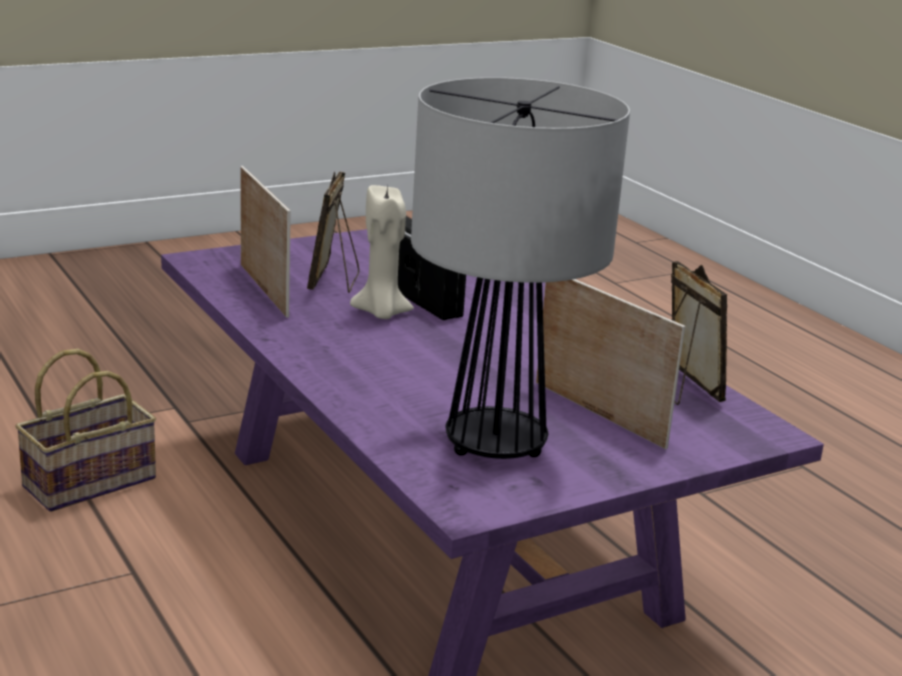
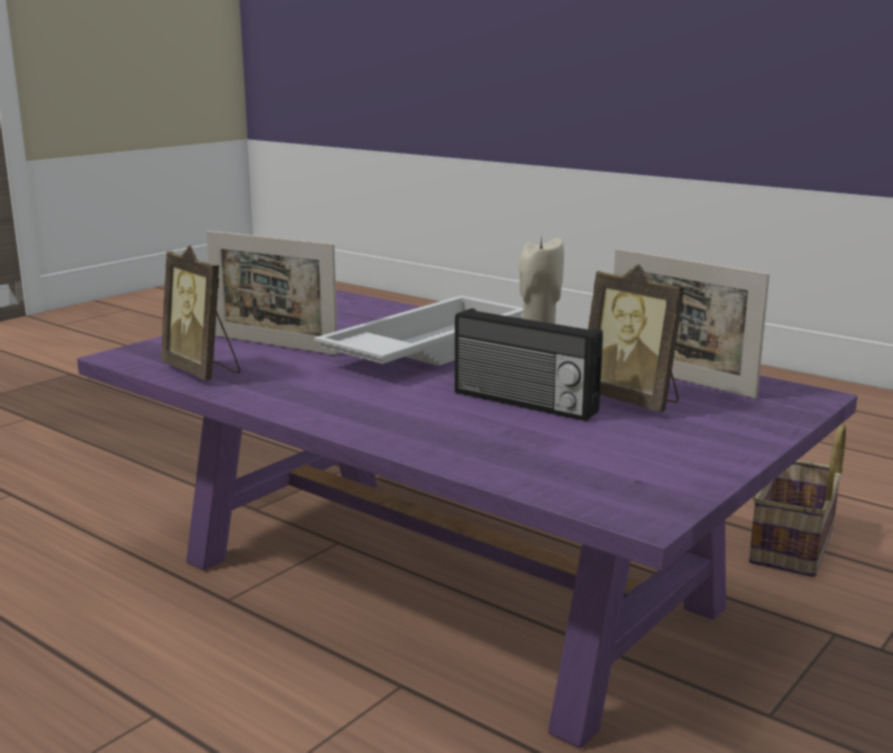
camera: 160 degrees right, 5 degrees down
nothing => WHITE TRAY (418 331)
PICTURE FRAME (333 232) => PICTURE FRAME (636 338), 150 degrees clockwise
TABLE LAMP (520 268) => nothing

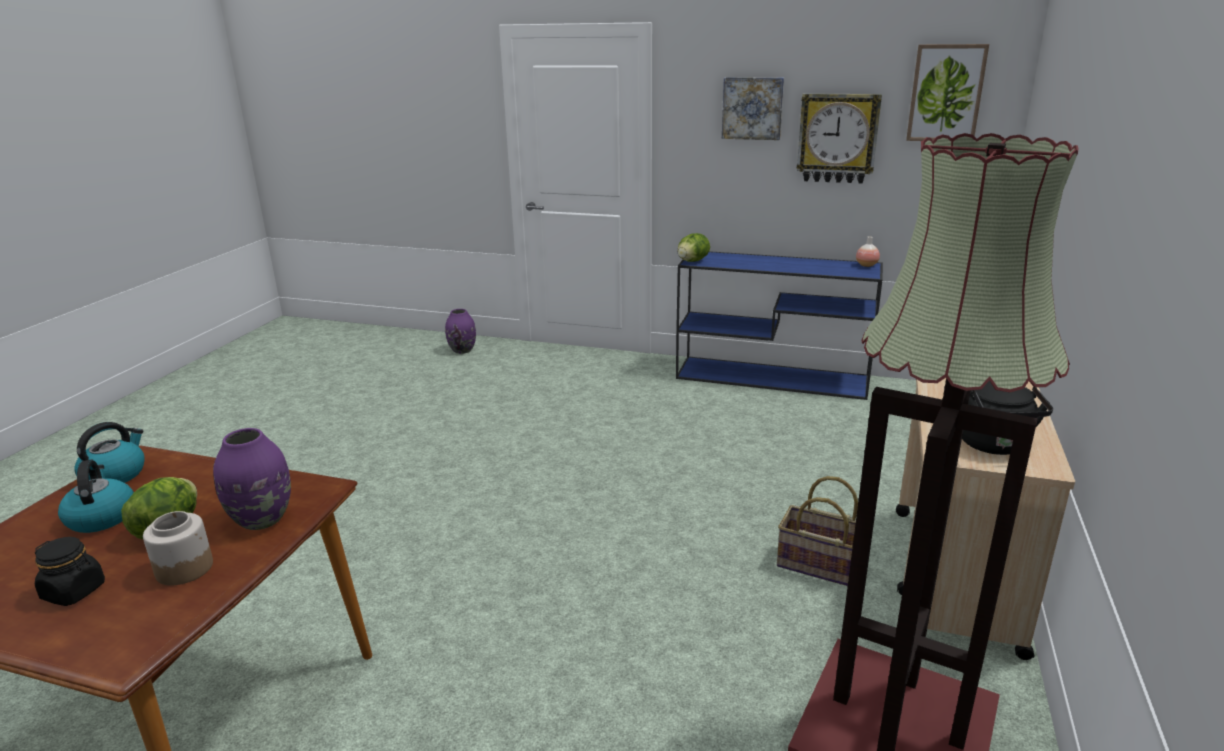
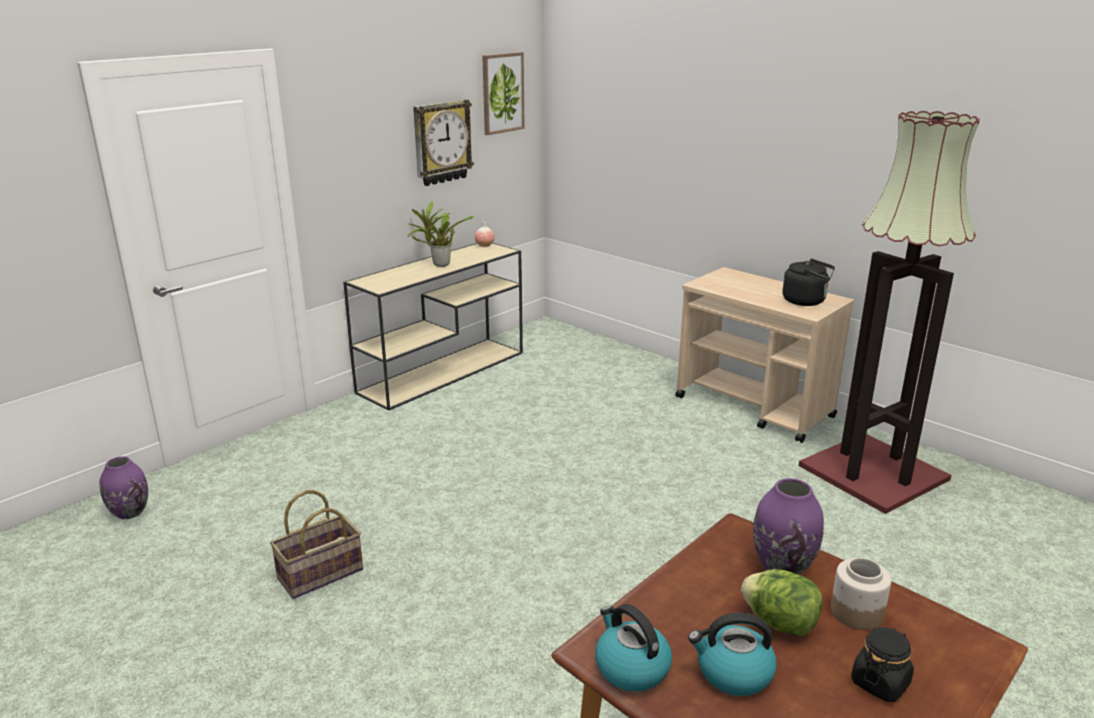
camera: 65 degrees left, 0 degrees up
BASKET (817 531) => BASKET (316 544), moved
BLUE CONSOLE TABLE (779 325) => BEIGE CONSOLE TABLE (433 327)
nothing => POTTED PLANT (440 234)
LETTUCE (693 247) => nothing
PICTURE (753 108) => nothing

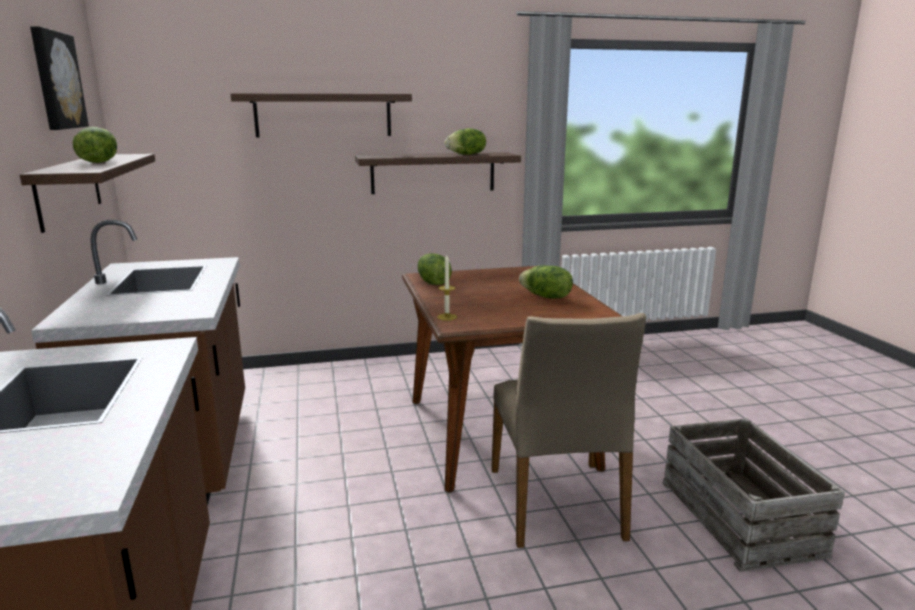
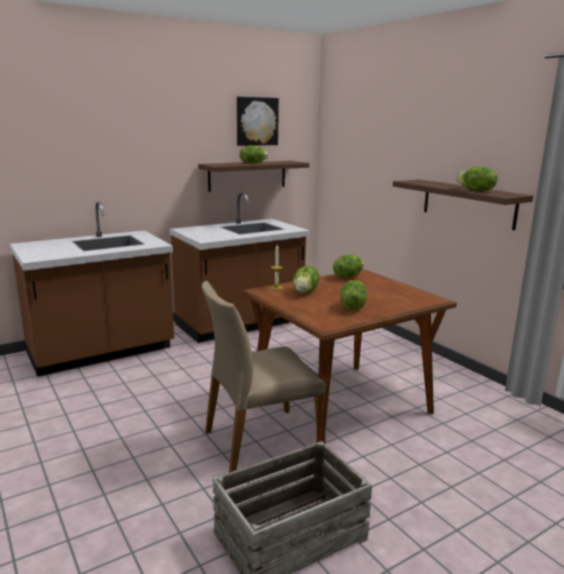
camera: 70 degrees right, 0 degrees up
nothing => LETTUCE (306 279)
SHELF (321 116) => nothing

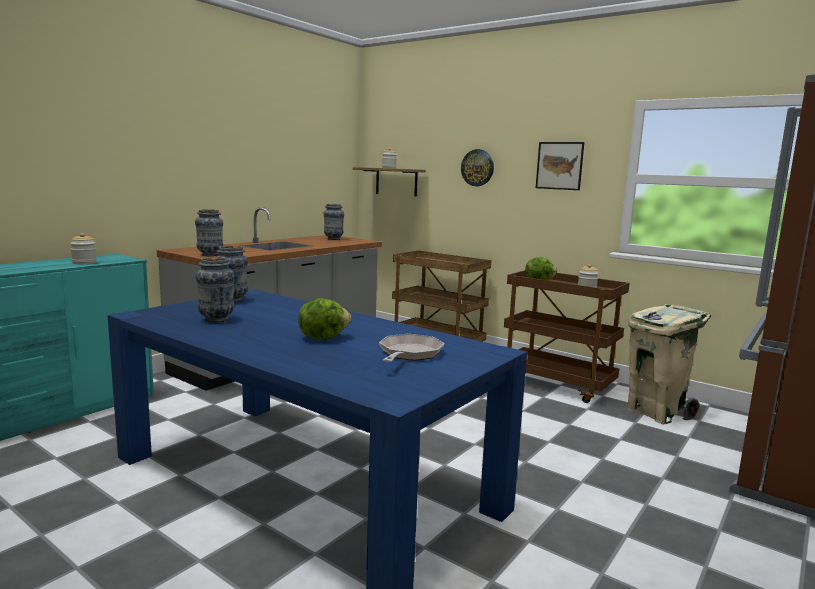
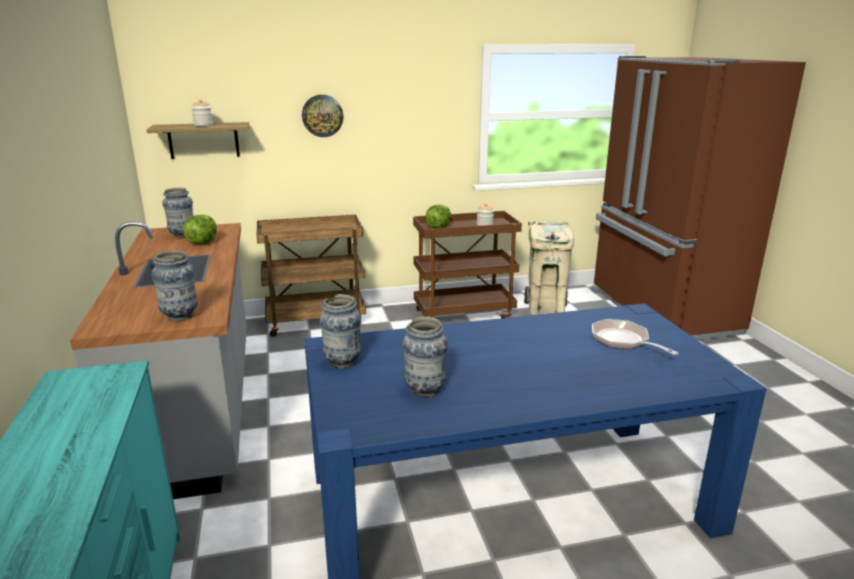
camera: 50 degrees left, 10 degrees up
LETTUCE (324 319) => LETTUCE (200 230), moved
JAR (83 248) => nothing
PICTURE (560 166) => nothing

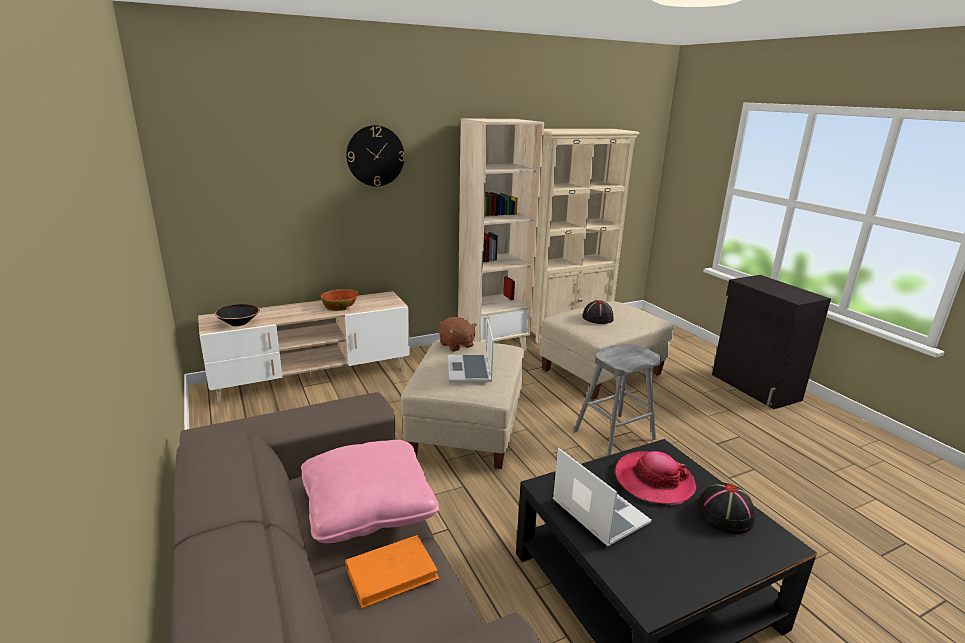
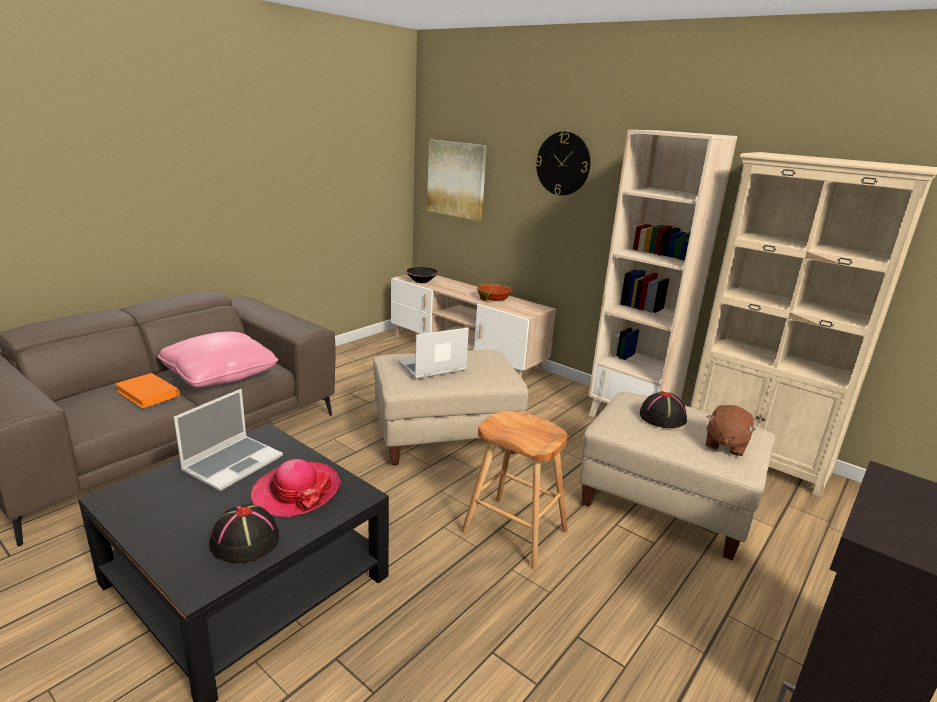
camera: 65 degrees right, 0 degrees up
nothing => PICTURE (457 180)
GREY STOOL (617 400) => BROWN STOOL (515 490)
BROWN PLUSH TOY (457 334) => BROWN PLUSH TOY (731 430), moved

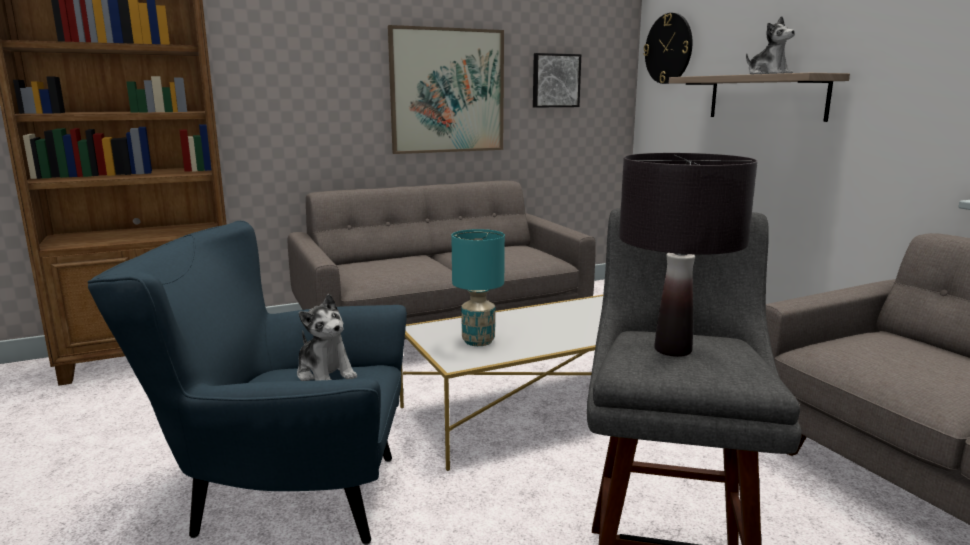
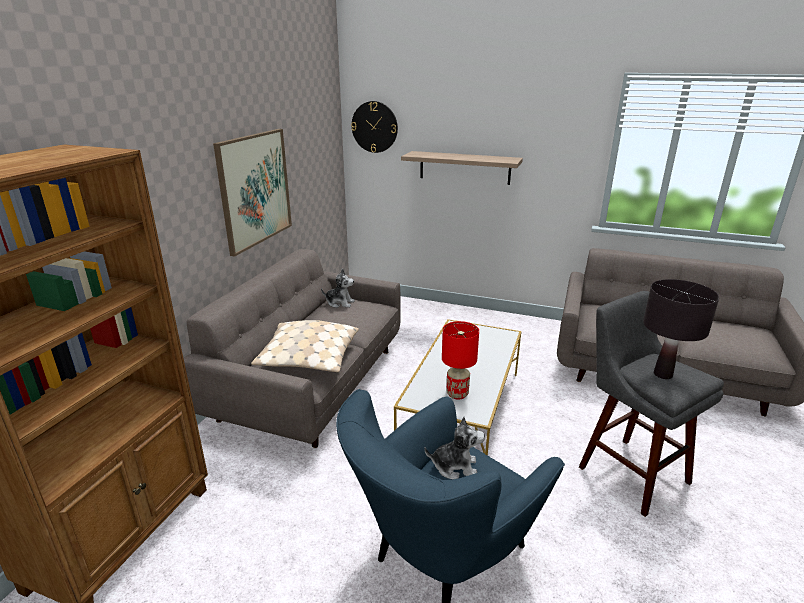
camera: 45 degrees left, 10 degrees up
nothing => BEIGE PILLOW (305 346)
PLUSH TOY (770 45) => PLUSH TOY (338 288), moved
TURQUOISE TABLE LAMP (478 287) => RED TABLE LAMP (460 360)
PICTURE (557 80) => nothing

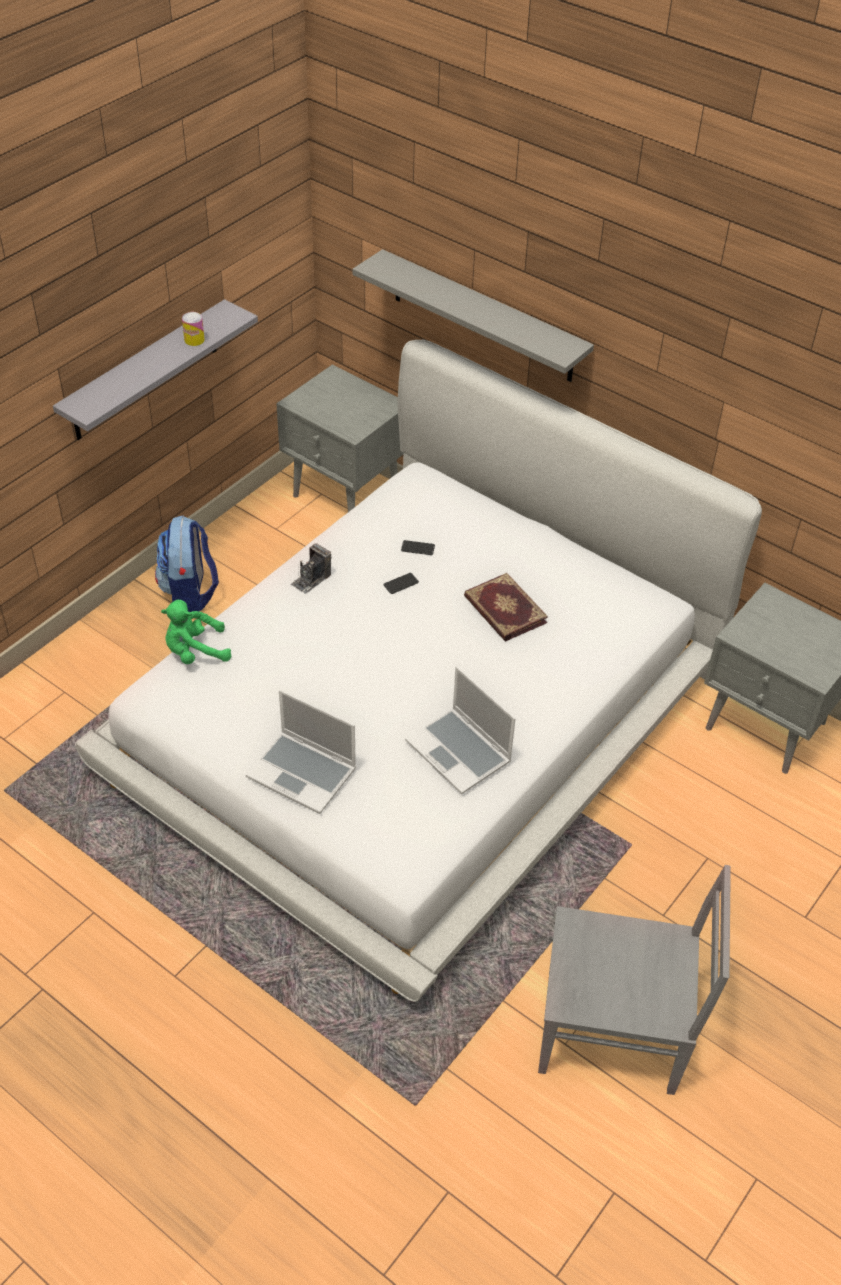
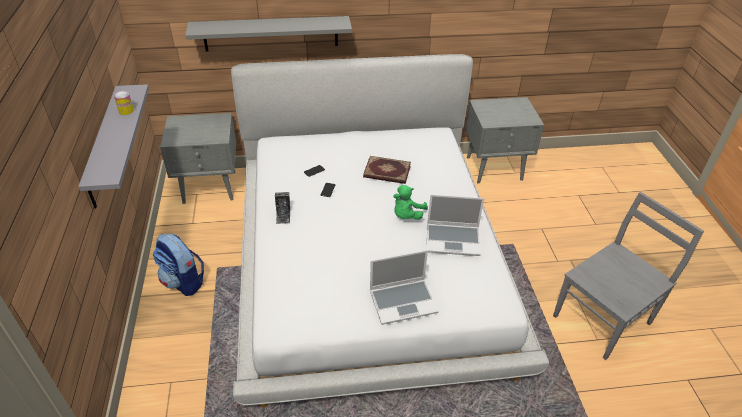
camera: 45 degrees left, 5 degrees down
GREEN PLUSH TOY (196 632) => GREEN PLUSH TOY (410 202), moved

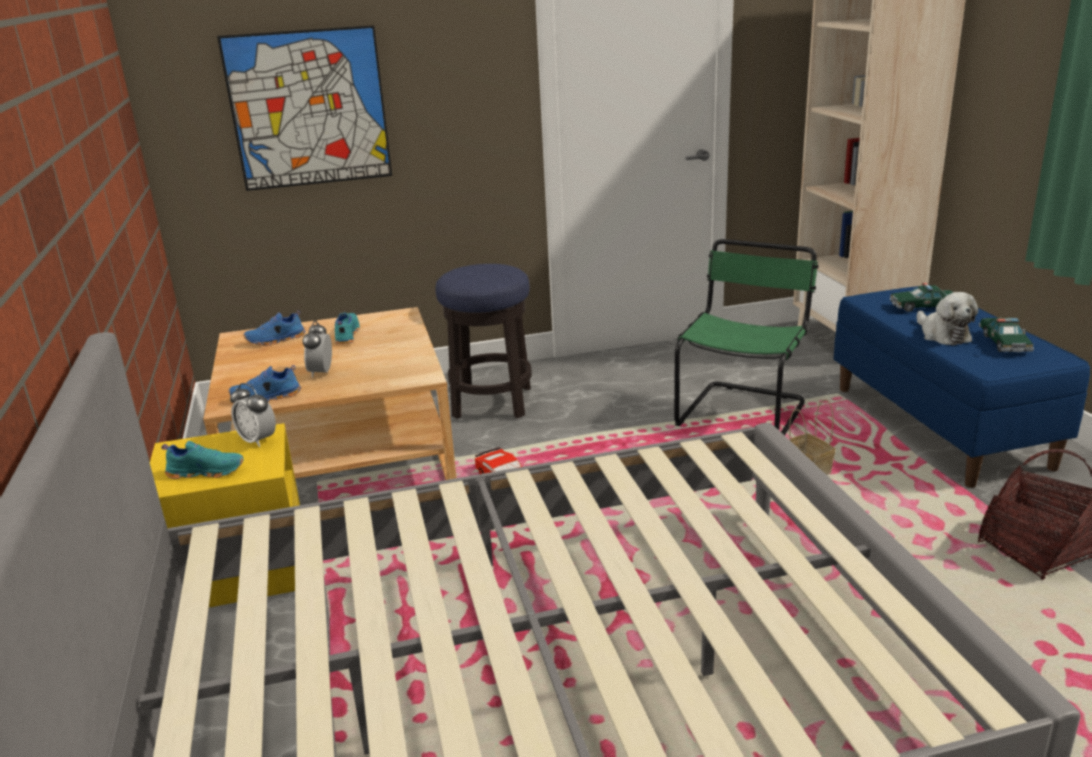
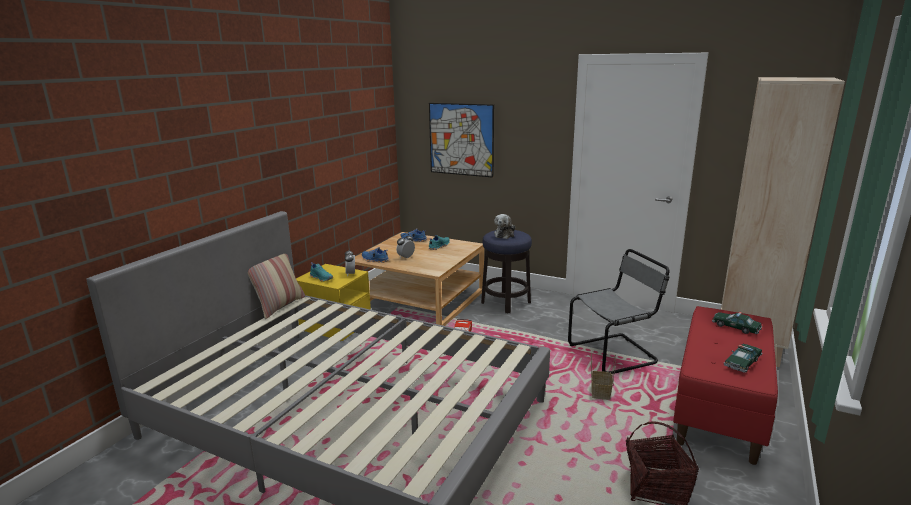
camera: 40 degrees right, 5 degrees down
nothing => PILLOW (276 286)
PLUSH TOY (947 318) => PLUSH TOY (504 226), moved
GREEN CHAIR (746 337) => GREY CHAIR (619 311)
BLUE BENCH (961 386) => RED BENCH (725 385)

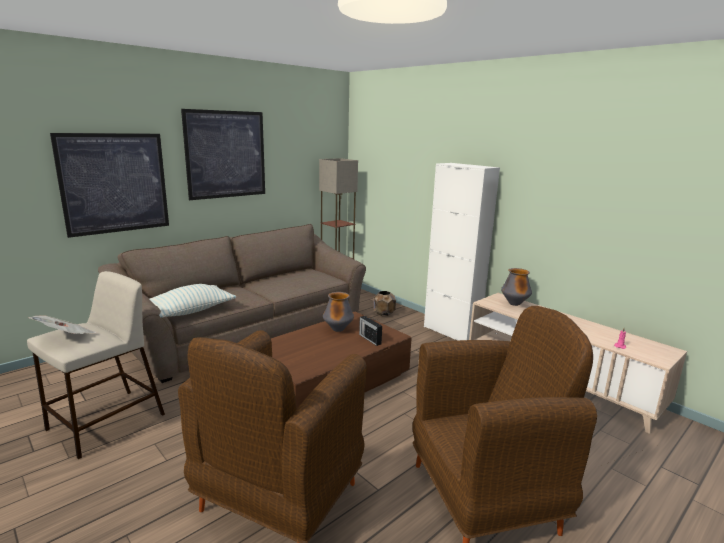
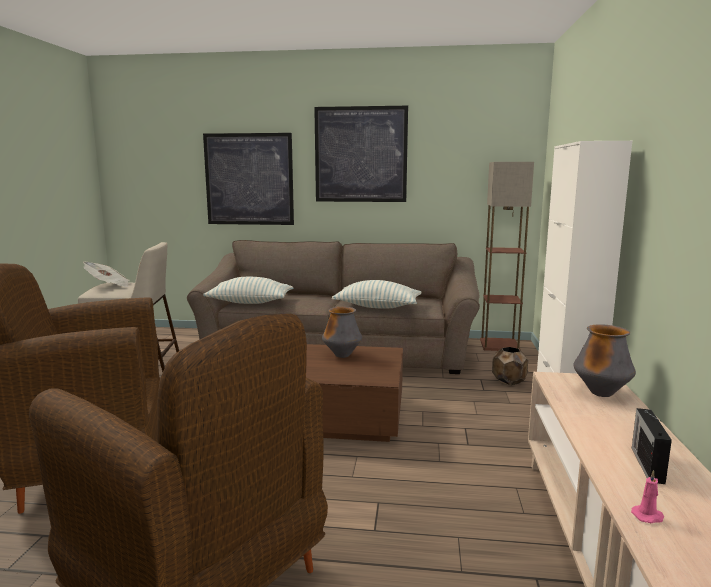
camera: 50 degrees right, 5 degrees down
nothing => PILLOW (376 294)
RADIO (370 331) => RADIO (652 446), moved

